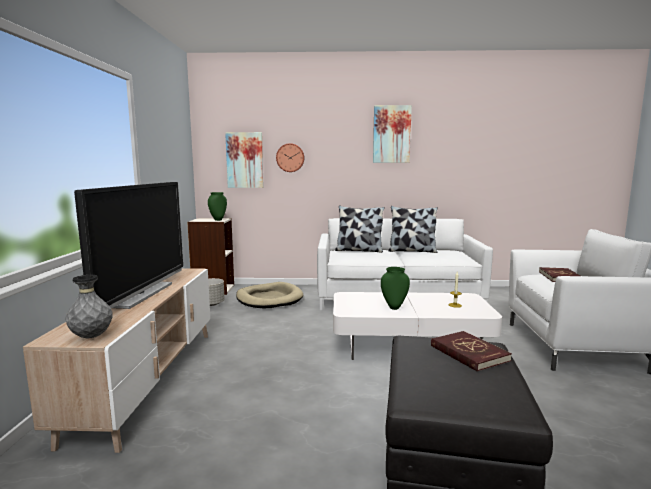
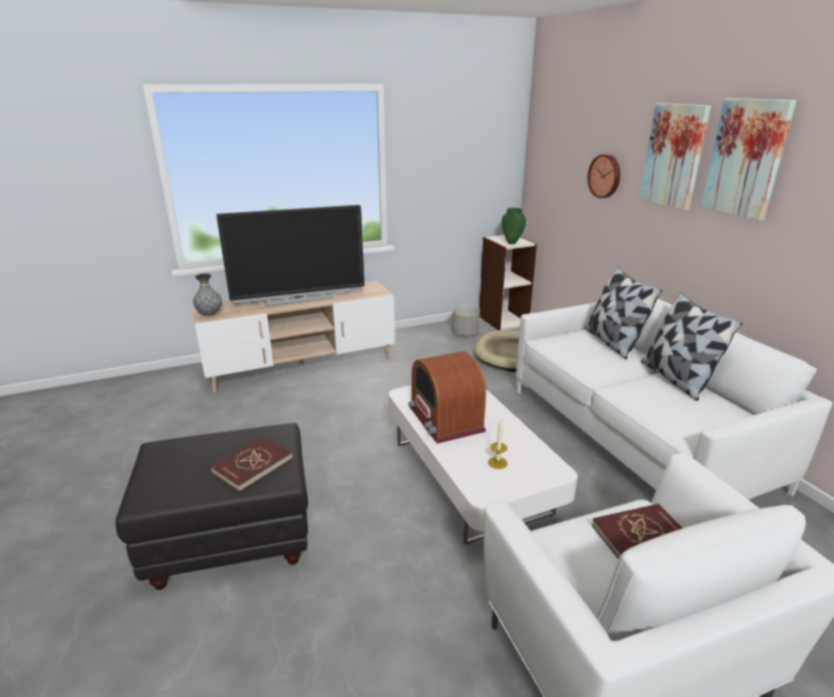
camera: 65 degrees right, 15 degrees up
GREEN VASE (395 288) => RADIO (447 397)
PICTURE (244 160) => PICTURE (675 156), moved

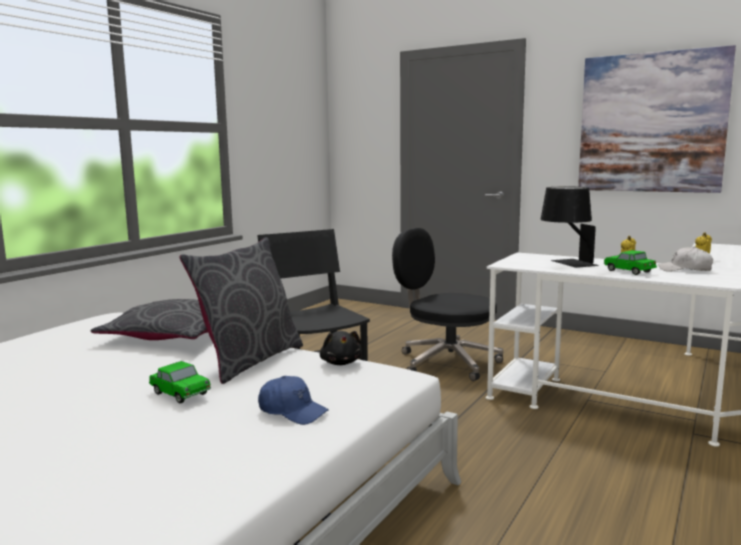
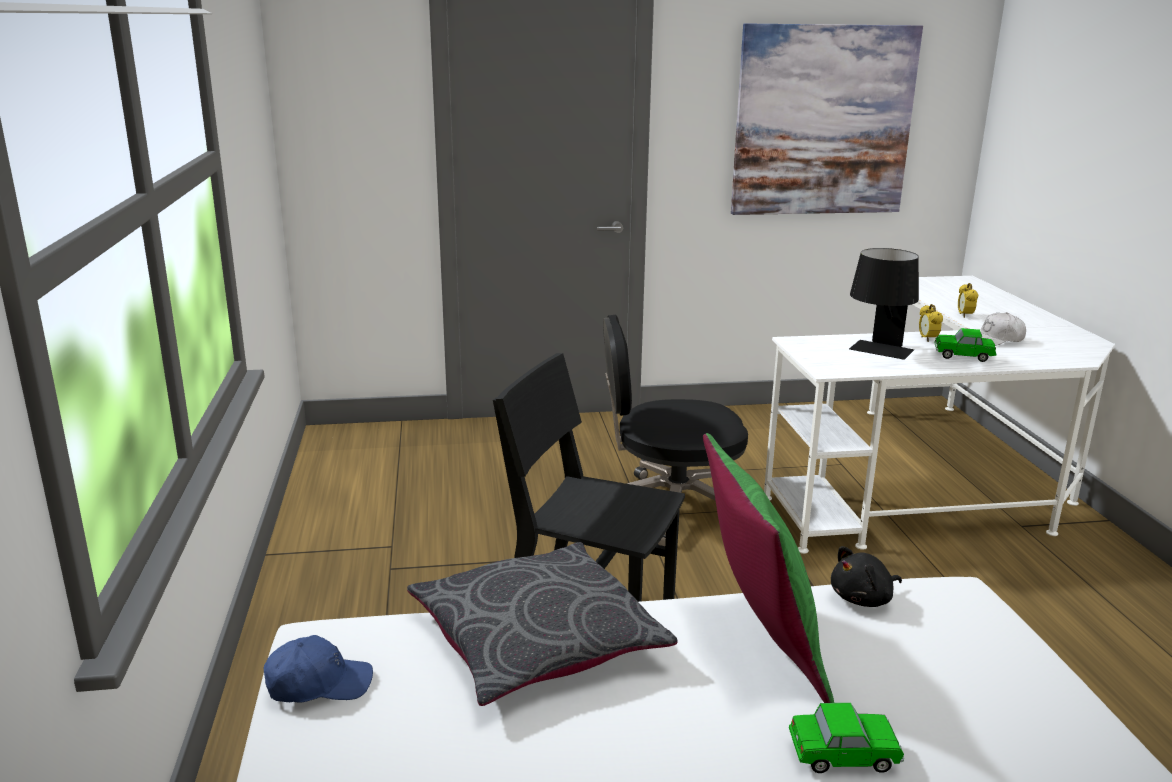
camera: 40 degrees left, 10 degrees up
BLUE CAP (293 400) => BLUE CAP (318 669), moved
GREY PILLOW (241 310) => GREEN PILLOW (768 568)
BLACK PLUSH TOY (341 348) => BLACK PLUSH TOY (866 576), 120 degrees clockwise

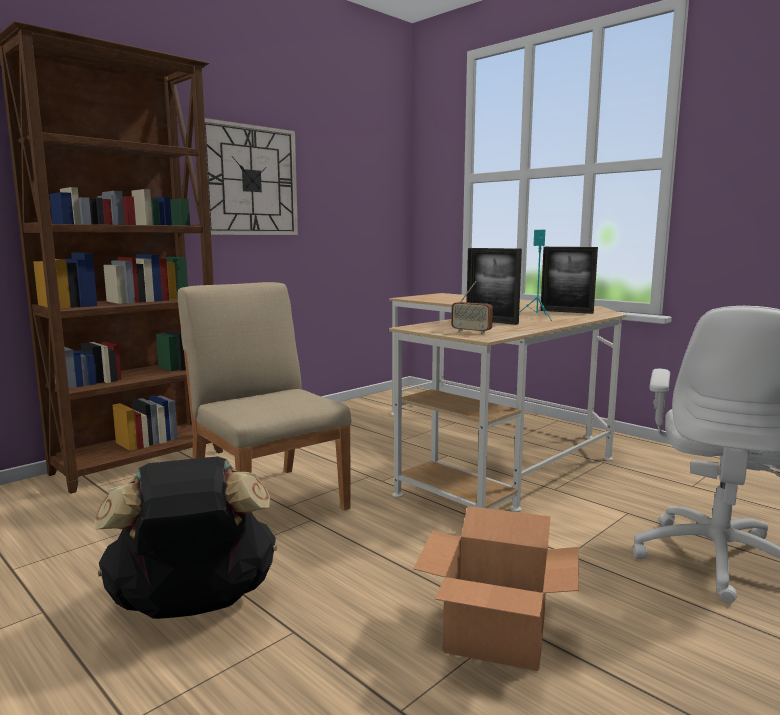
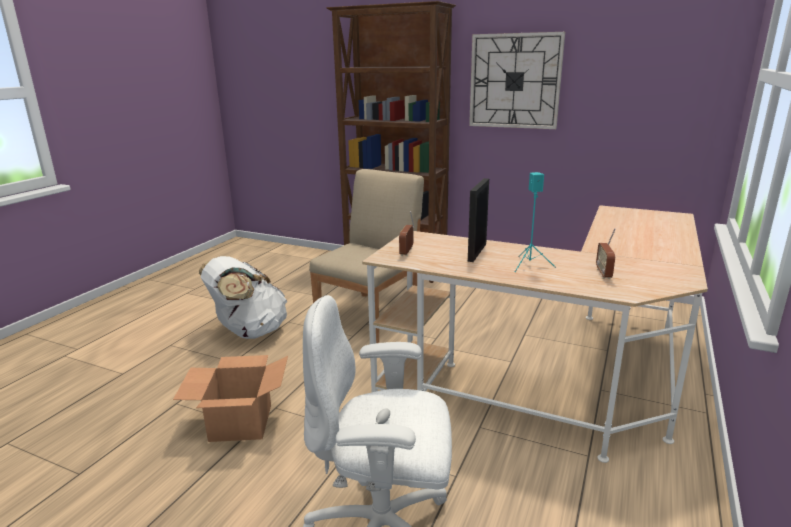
camera: 70 degrees right, 10 degrees up
BLACK BACKPACK (186 537) => WHITE BACKPACK (243 297)
PICTURE FRAME (569 280) => RADIO (606 253)

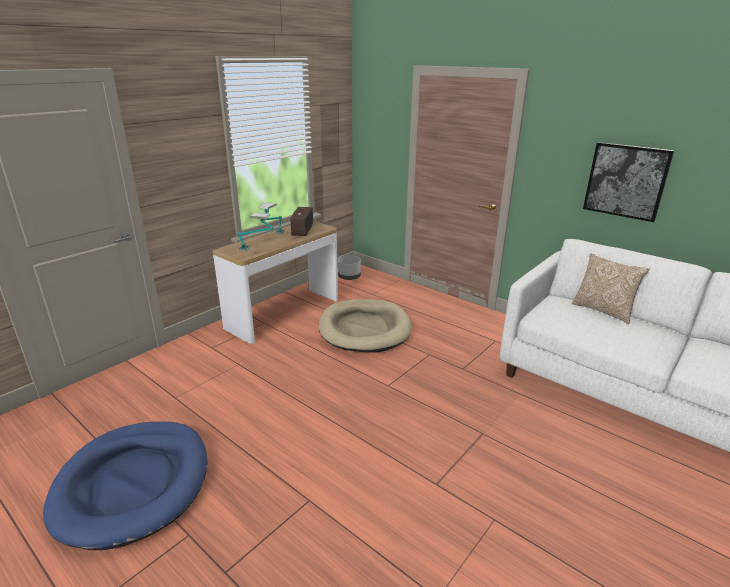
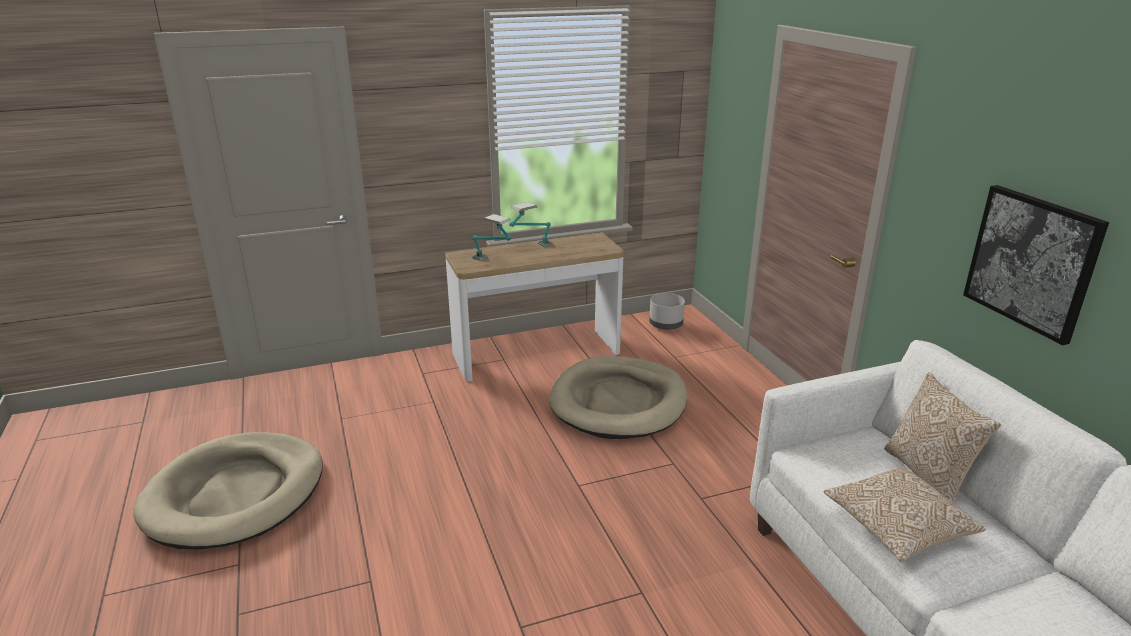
camera: 30 degrees right, 0 degrees up
BLUE DOG BED (125 485) => BEIGE DOG BED (228 490)
nothing => PILLOW (905 514)
RADIO (301 221) => nothing

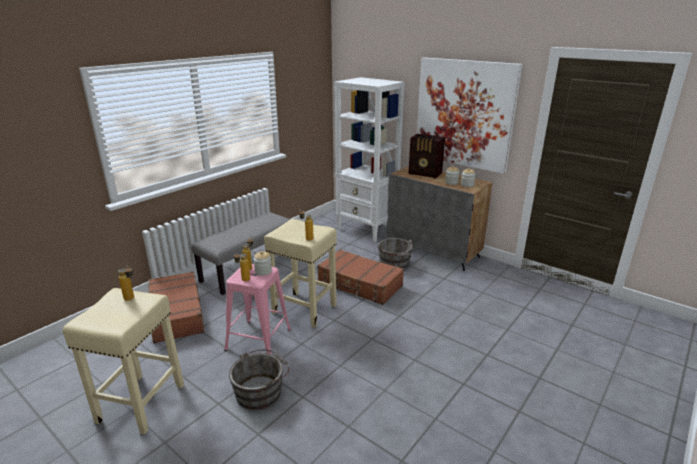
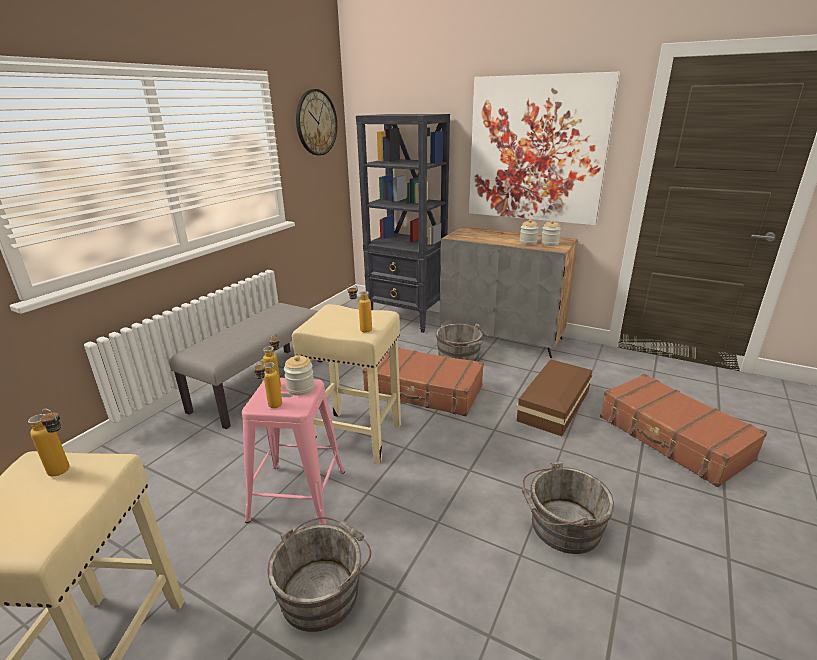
camera: 10 degrees left, 0 degrees up
nothing => WALL CLOCK (316 122)
WHITE BOOKCASE (369 159) => BLACK BOOKCASE (403 223)
nothing => BROWN STORAGE BOX (554 397)
nothing => GREY BUCKET (568 508)
BROWN SUITCASE (176 307) => BROWN SUITCASE (683 430), moved
RADIO (426 156) => nothing

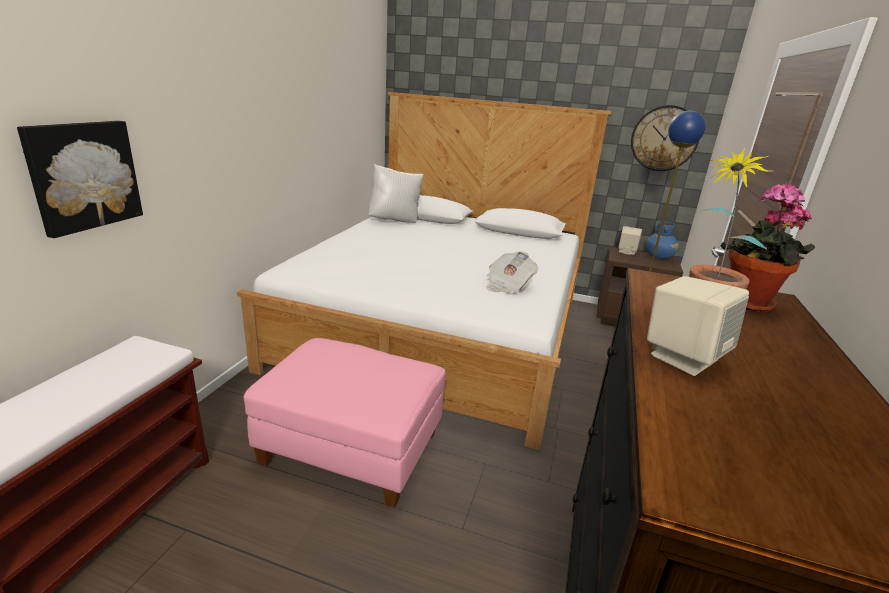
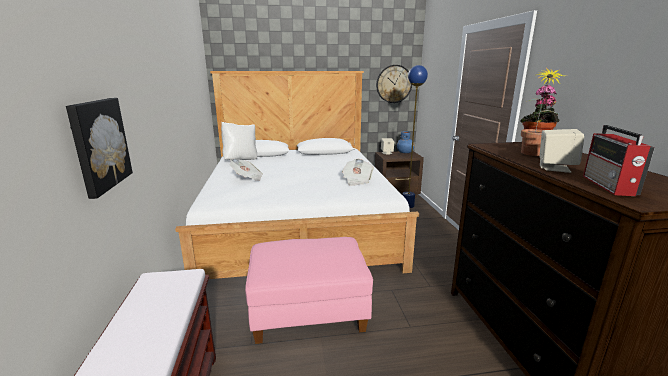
camera: 25 degrees left, 5 degrees down
nothing => NEWSPAPER (246 170)
nothing => RADIO (619 160)

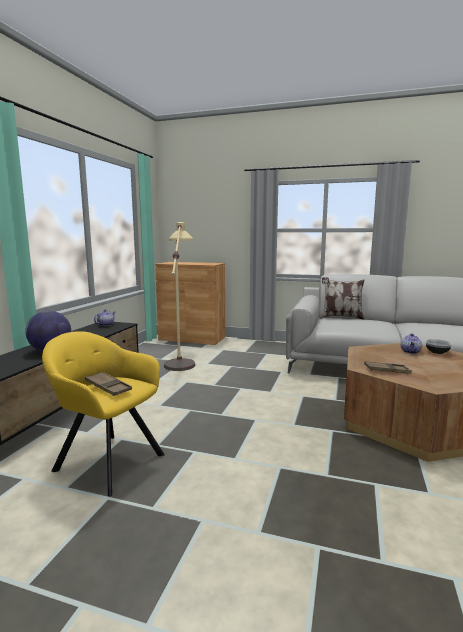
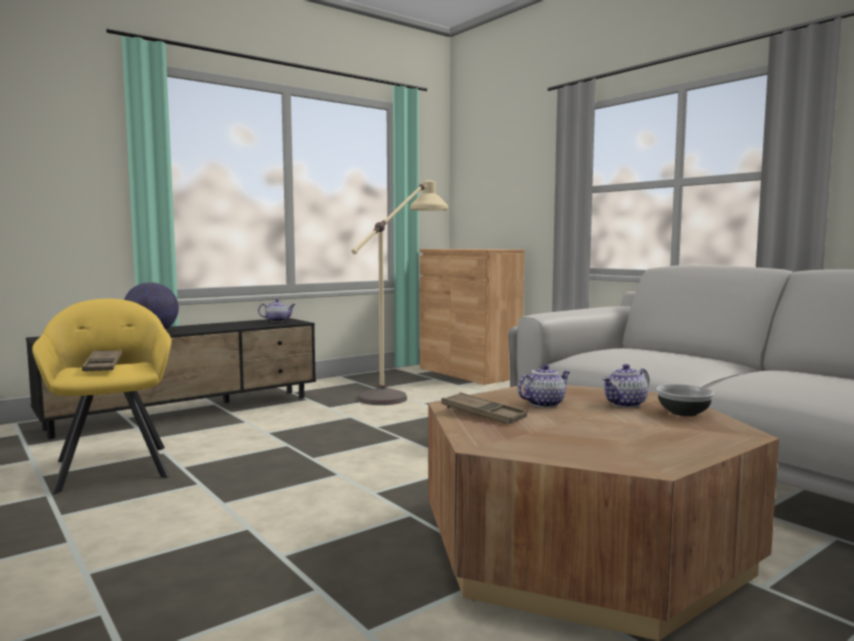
camera: 35 degrees right, 5 degrees down
nothing => TEAPOT (543 386)
PILLOW (343 298) => nothing

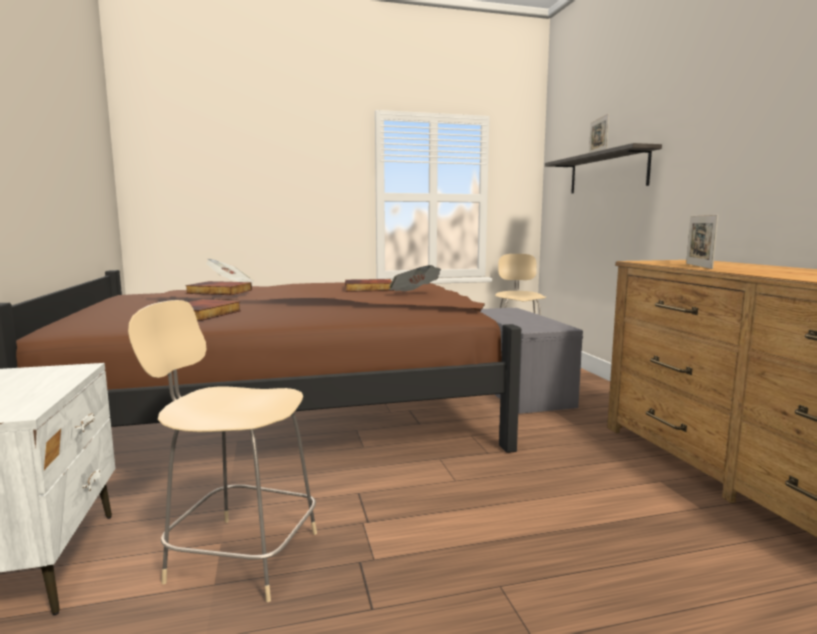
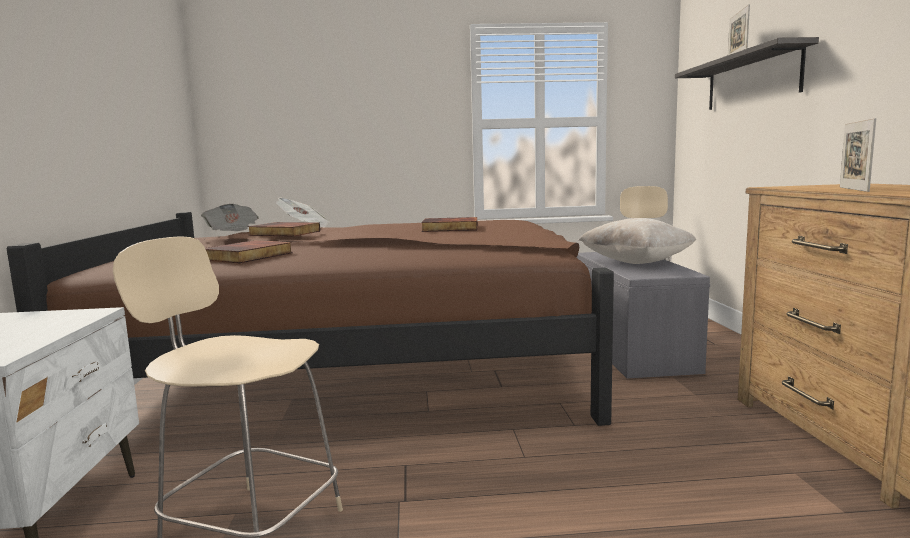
camera: 10 degrees right, 0 degrees up
NEWSPAPER (415 278) => NEWSPAPER (230 217), moved
nothing => BEIGE PILLOW (637 241)

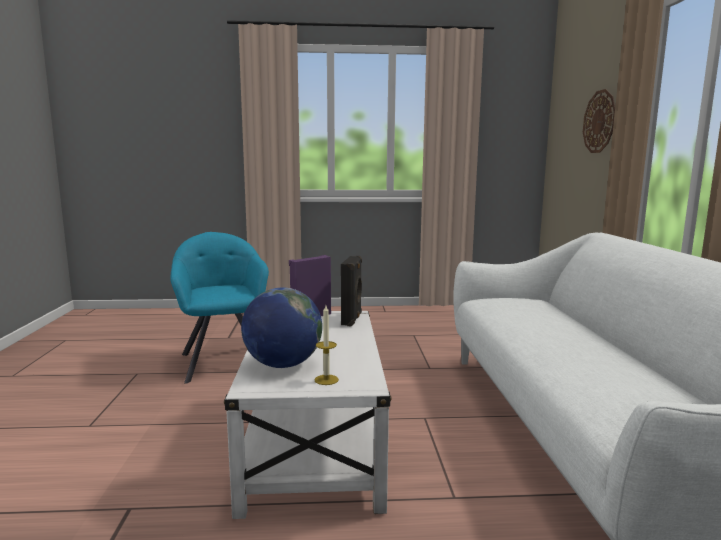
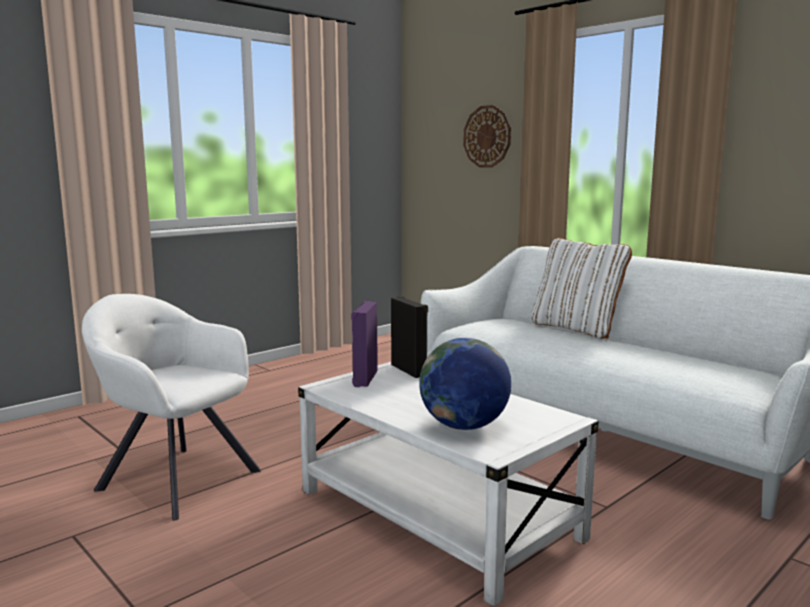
camera: 40 degrees left, 0 degrees up
TURQUOISE ARMCHAIR (219 308) => WHITE ARMCHAIR (171 407)
nothing => WHITE PILLOW (581 288)
CANDLE (326 345) => nothing

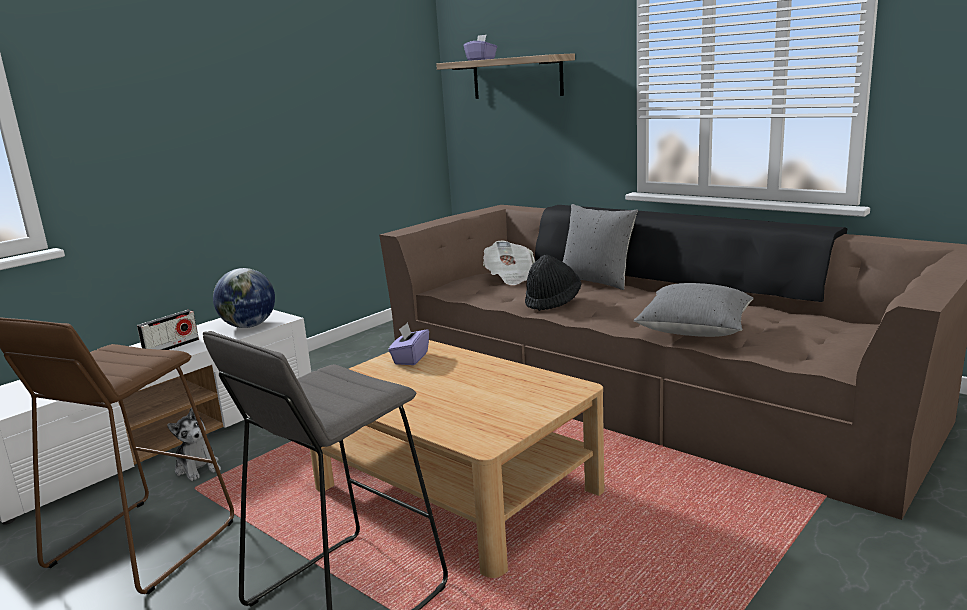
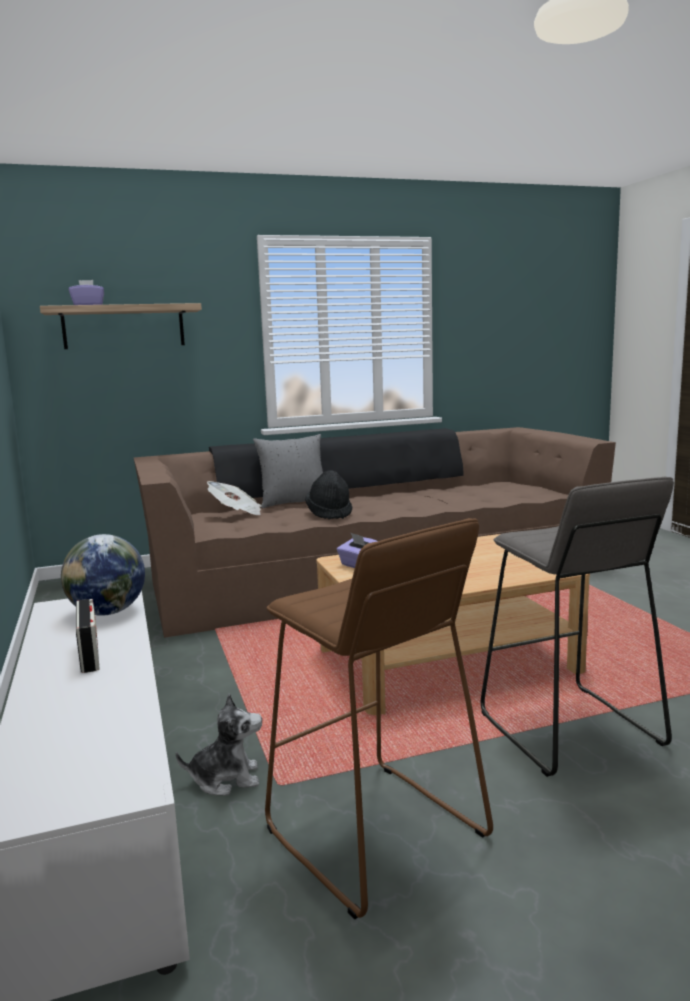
camera: 60 degrees left, 5 degrees down
GREY PILLOW (694 310) => nothing

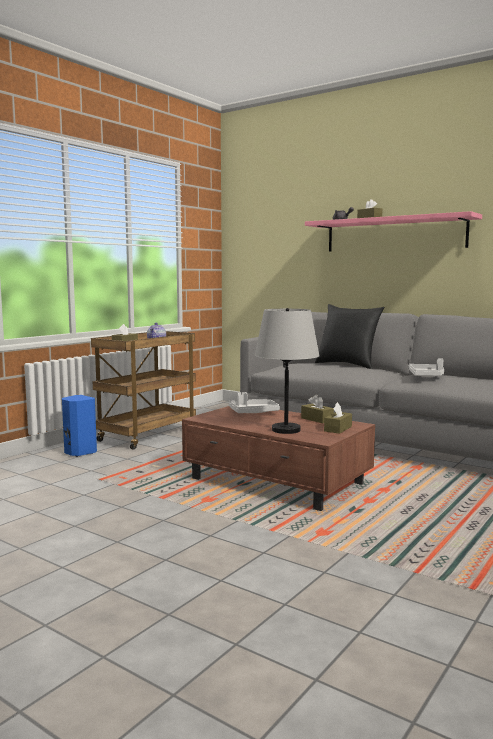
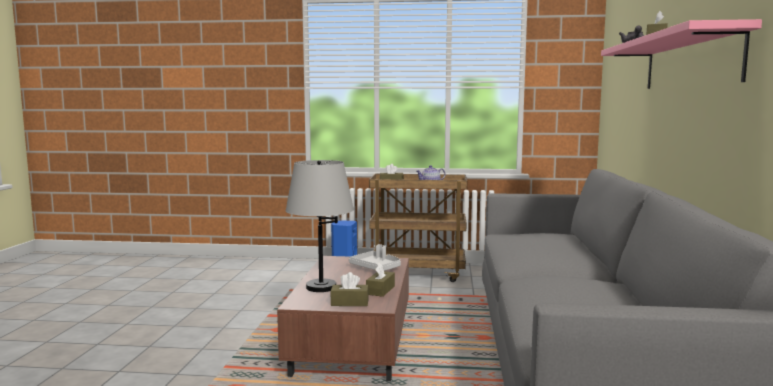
camera: 60 degrees right, 0 degrees up
BLACK PILLOW (349 336) => nothing
GREY TRAY (426 367) => nothing

